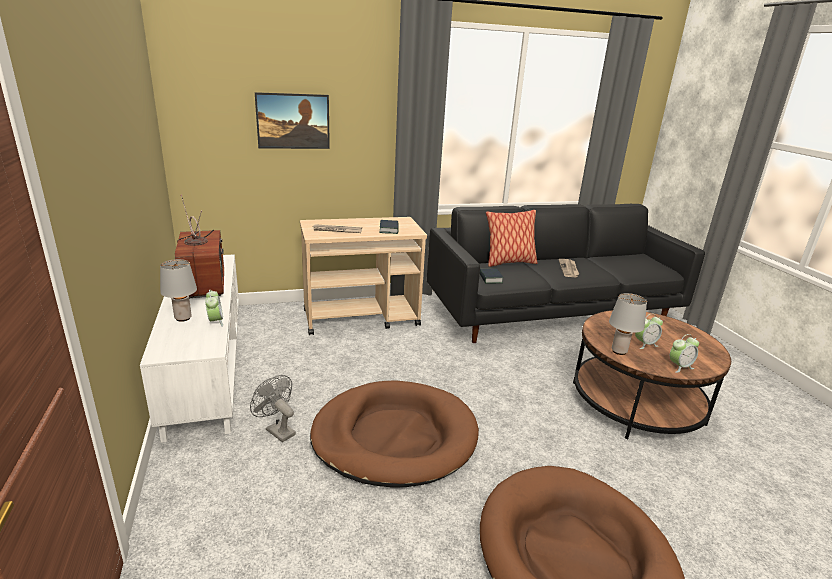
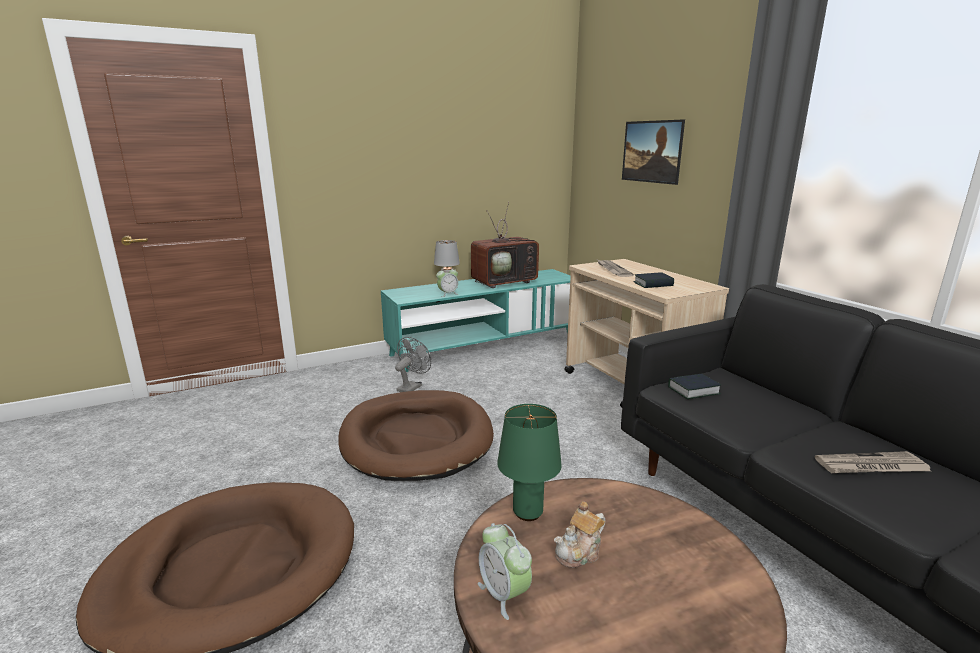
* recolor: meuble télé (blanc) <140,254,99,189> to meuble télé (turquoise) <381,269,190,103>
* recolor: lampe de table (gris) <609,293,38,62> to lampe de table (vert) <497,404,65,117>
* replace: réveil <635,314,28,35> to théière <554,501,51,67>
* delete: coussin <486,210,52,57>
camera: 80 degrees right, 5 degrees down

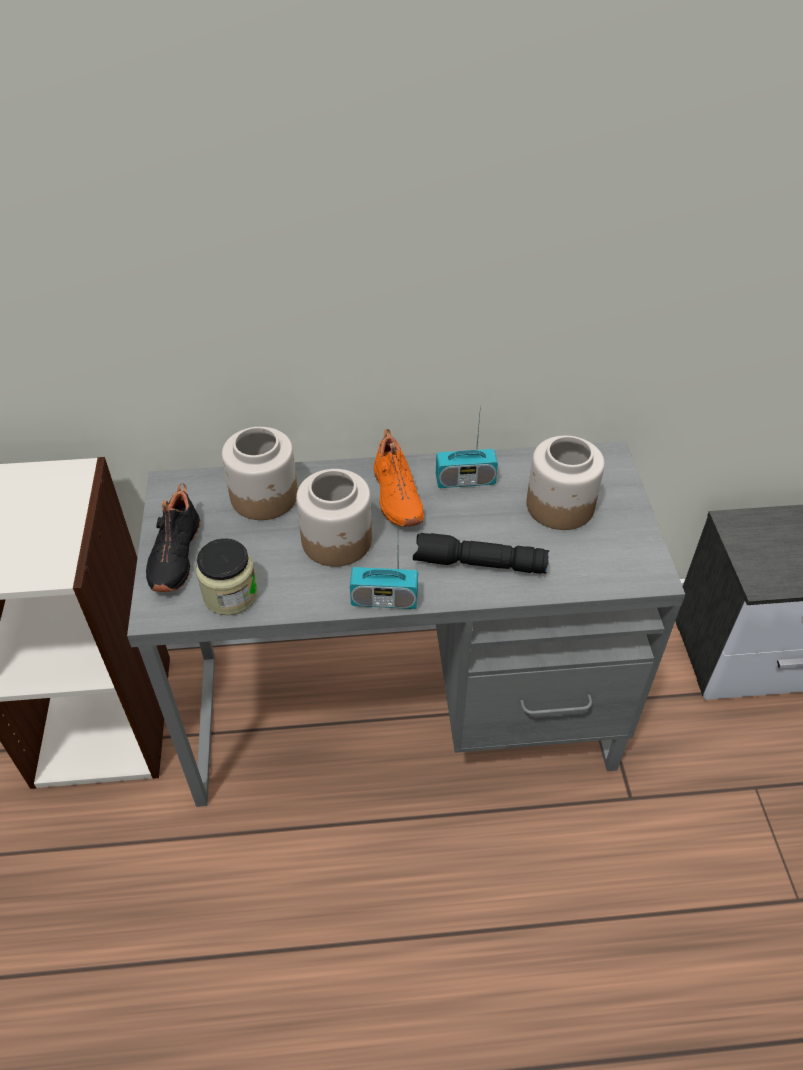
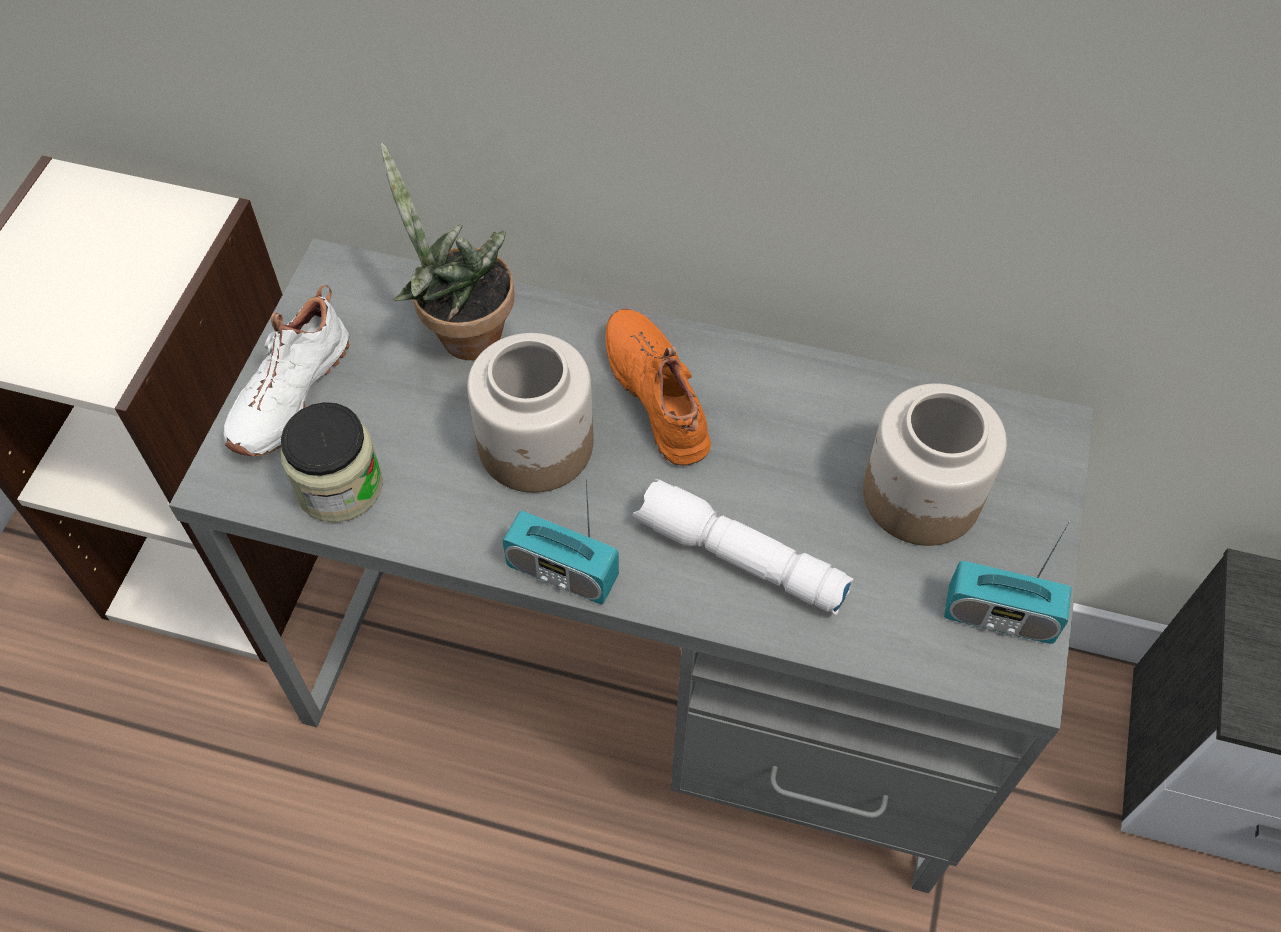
* recolor: chaussure (noir) <146,483,55,109> to chaussure (blanc) <223,284,126,172>
* replace: bocal <222,427,76,93> to plante en pot <381,143,133,217>
* rotate: chaussure (orange) <374,429,50,98> = <605,308,106,158> 150 degrees clockwise
* recolor: lampe de poche (noir) <413,533,136,41> to lampe de poche (blanc) <632,479,221,136>
* move: radio <436,405,62,83> to <944,522,128,122>
camera: 20 degrees right, 10 degrees up

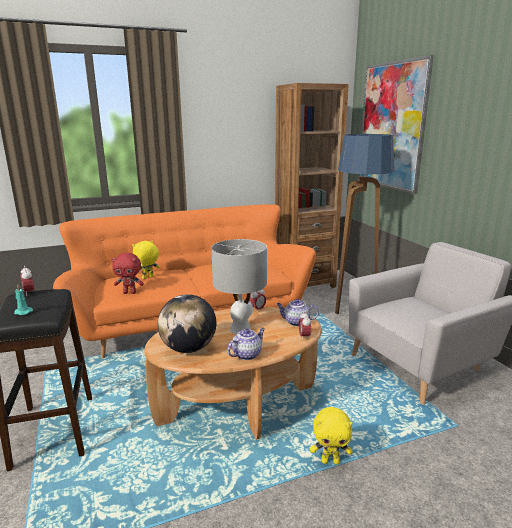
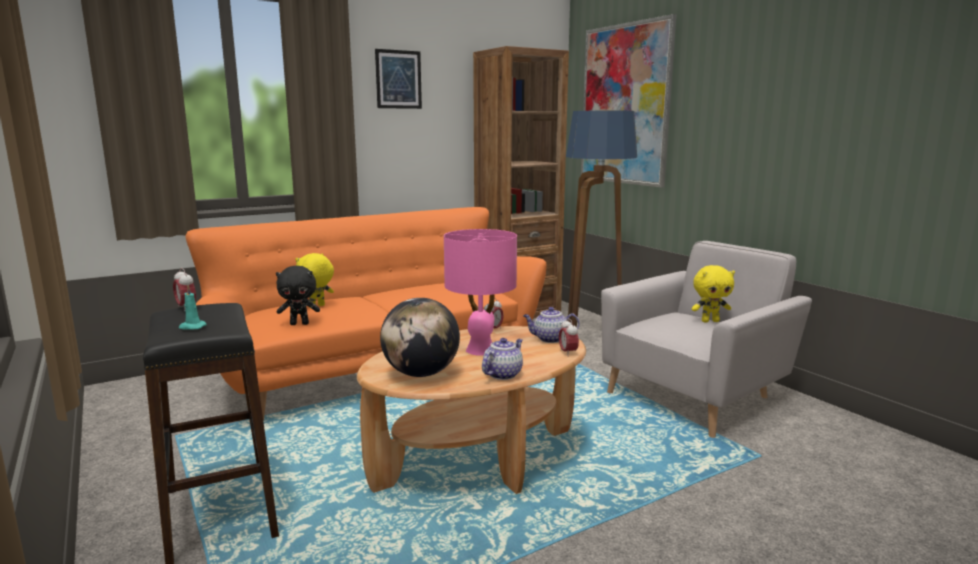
* recolor: peluche (rouge) <112,253,32,41> to peluche (noir) <276,266,44,59>
* insert: tableau <375,49,47,60>
* recolor: lampe de table (gris) <211,239,56,95> to lampe de table (rose) <444,229,73,127>
* move: peluche (jaune) <310,407,43,57> to <691,265,44,58>
camera: 10 degrees left, 5 degrees down

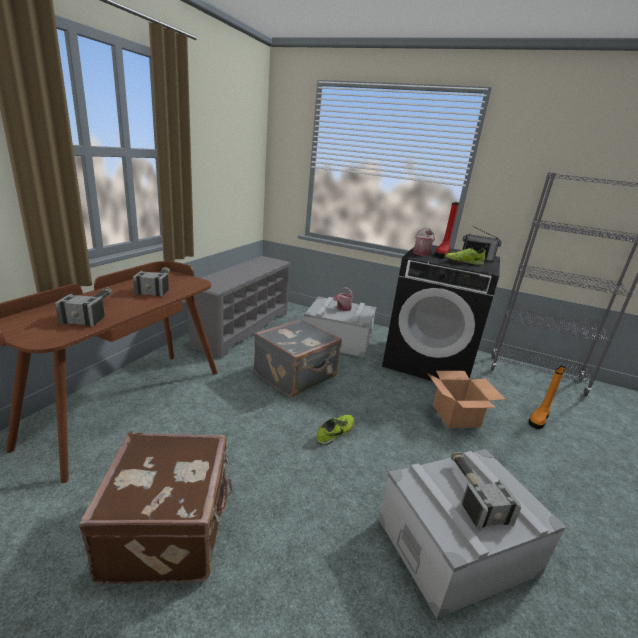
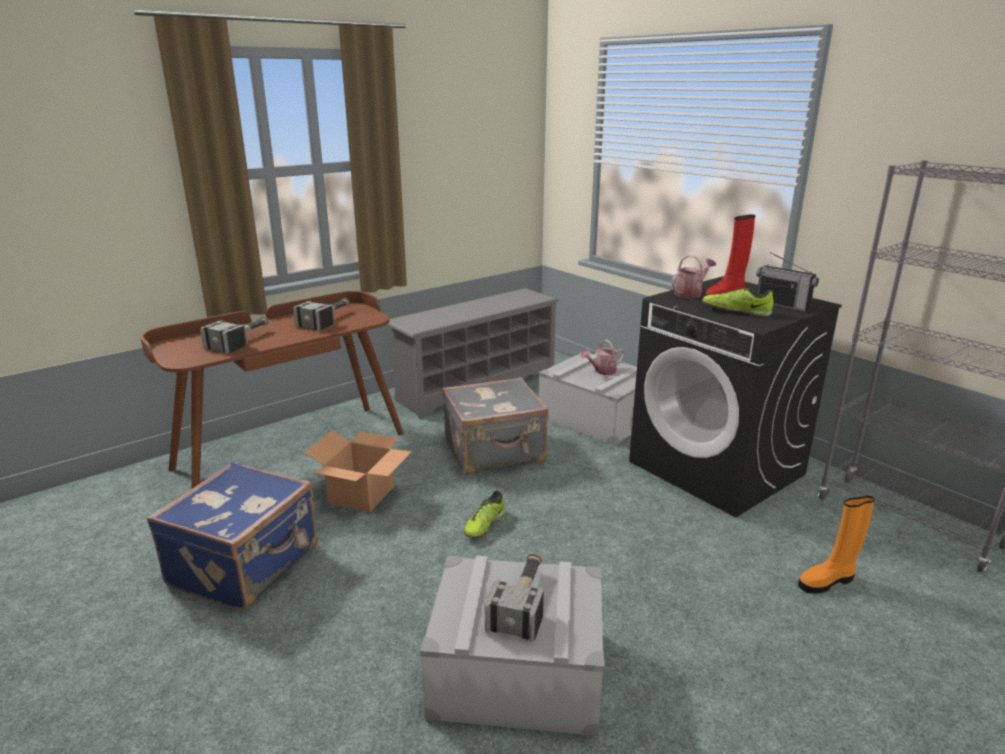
* recolor: valise (marron) <79,432,153,152> to valise (bleu) <147,462,171,149>
* move: carton <427,371,79,57> to <304,430,108,82>
* rotate: chaussure <316,415,38,30> = <464,490,41,48> 135 degrees clockwise
camera: 30 degrees right, 0 degrees up

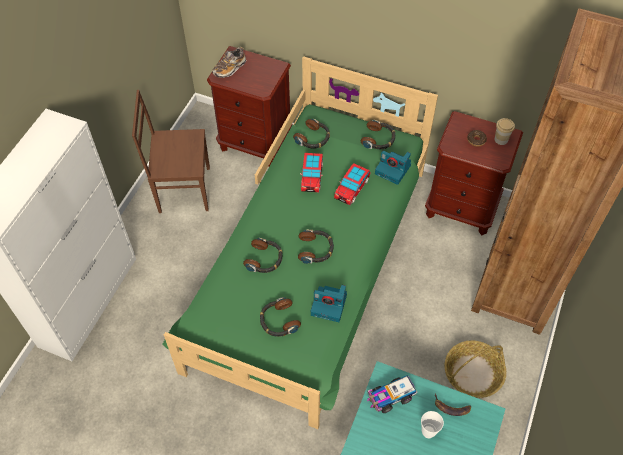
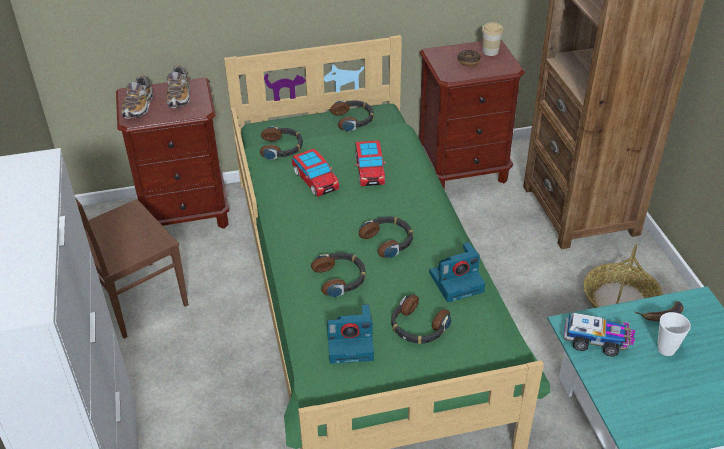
* insert: chaussure <167,65,23,43>
* move: appareil photo <375,151,36,34> to <327,304,47,60>
* rotate: camion jouet <367,376,50,37> = <564,313,71,44> 105 degrees counterclockwise
camera: 35 degrees left, 15 degrees down

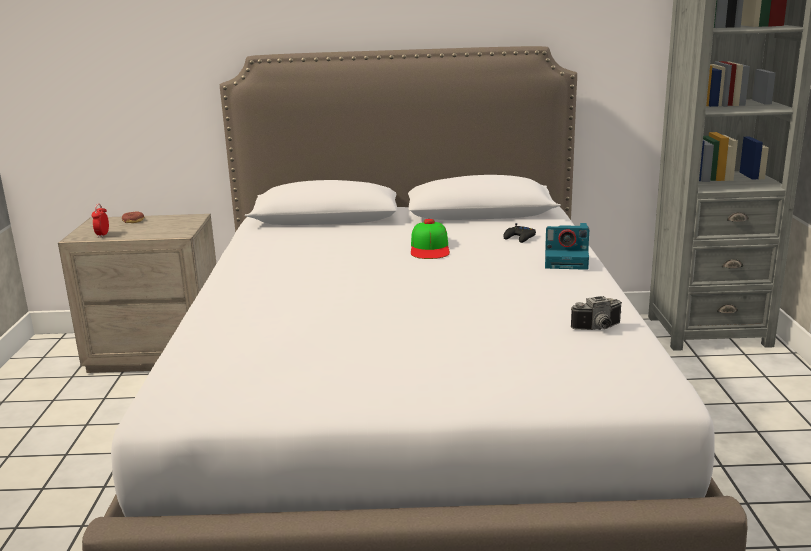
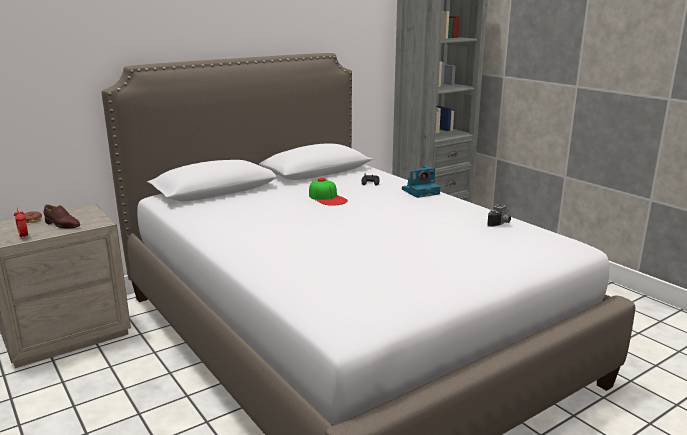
* insert: chaussure (marron) <44,204,36,24>
camera: 35 degrees left, 0 degrees up

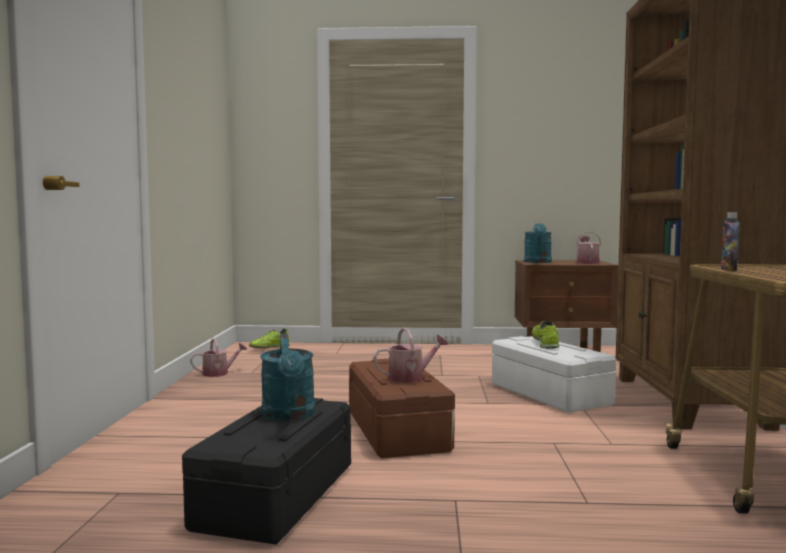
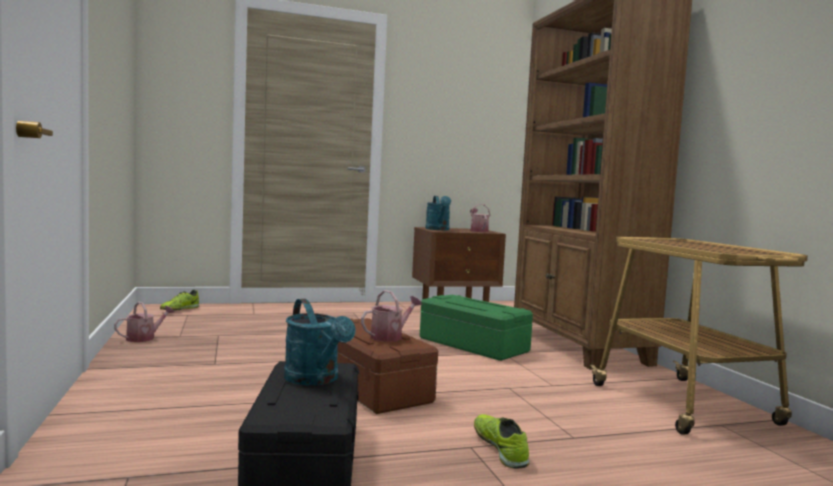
* recolor: boîte de rangement (blanc) <492,336,124,77> to boîte de rangement (vert) <420,295,113,66>
* move: chaussure <532,321,27,28> to <474,414,56,55>
* delete: bouteille <721,212,19,59>
camera: 20 degrees left, 0 degrees up

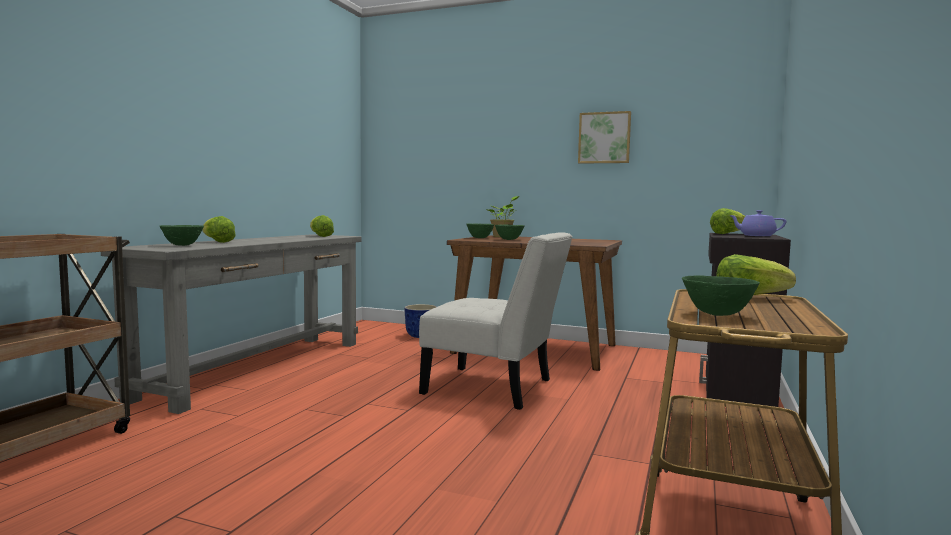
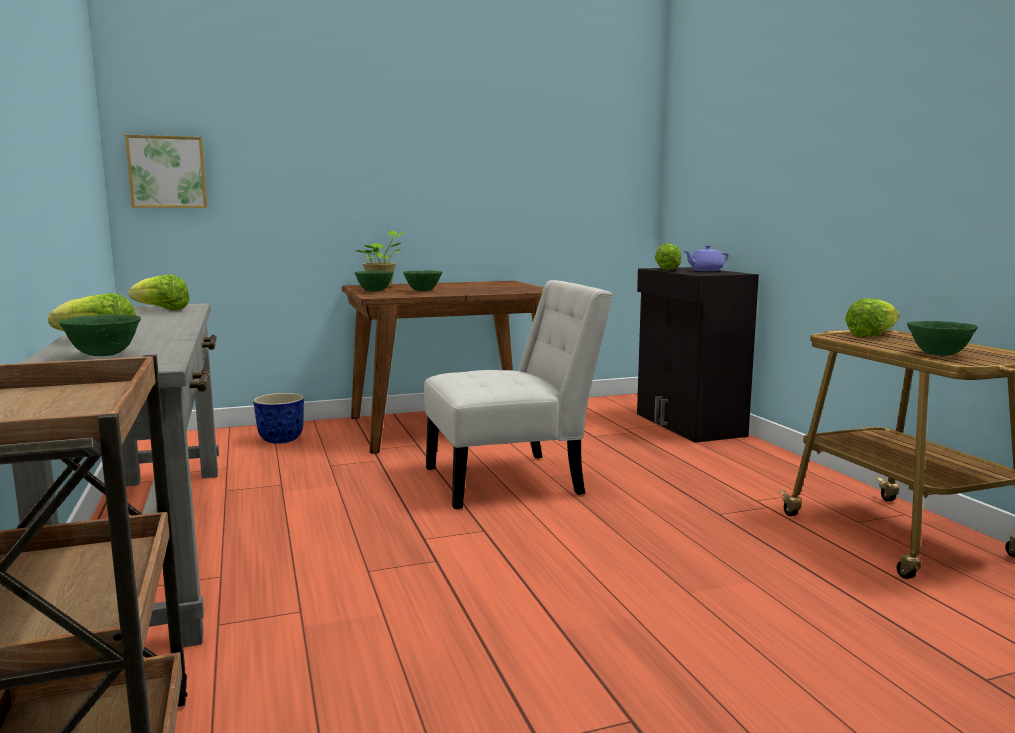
* move: tableau <578,111,53,53> to <125,135,82,73>
camera: 40 degrees left, 5 degrees up

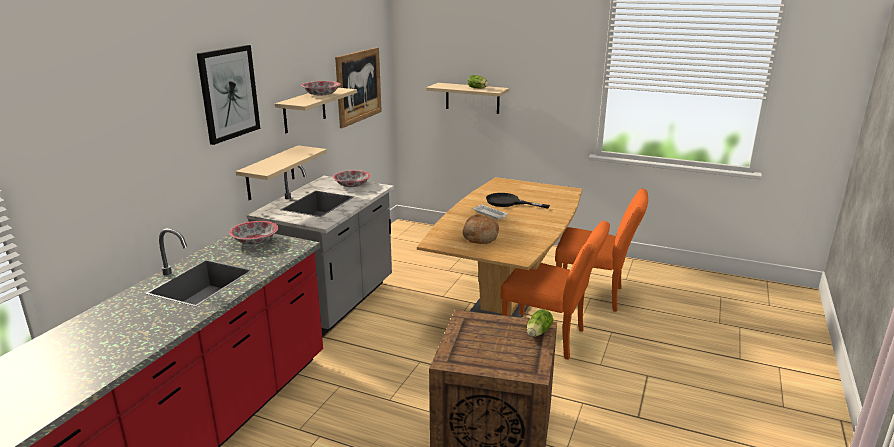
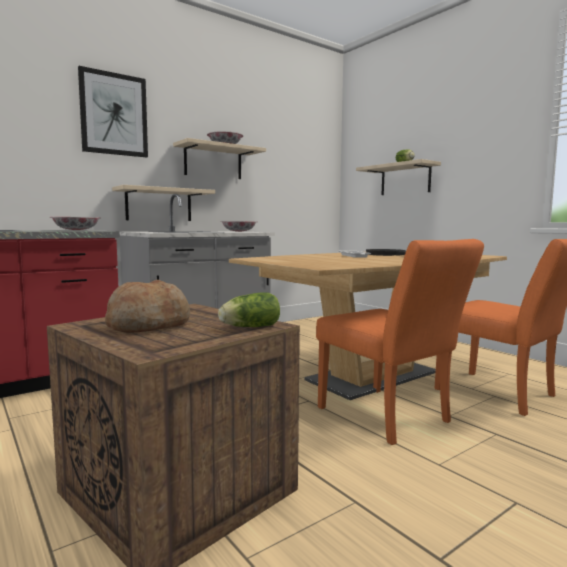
* move: pain <463,214,36,30> to <105,280,85,53>
* delete: tableau <335,47,47,81>
camera: 30 degrees right, 15 degrees down

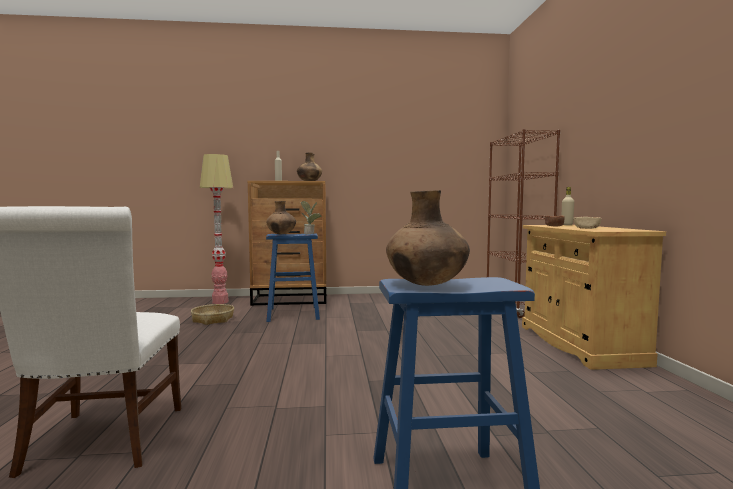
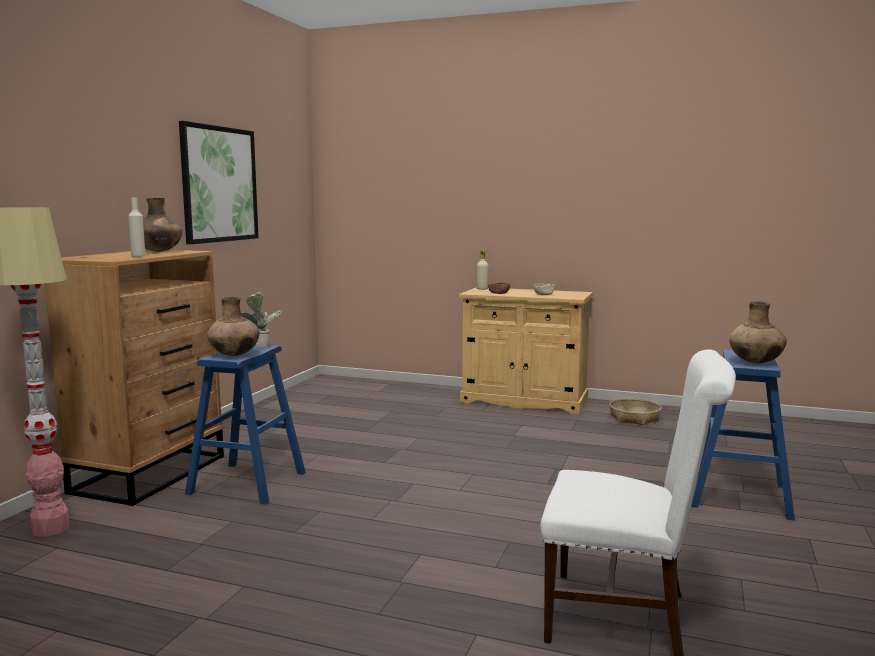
* insert: tableau <179,121,79,123>
* move: panier <191,304,43,21> to <609,398,53,27>
* delete: bibliothèque (marron) <487,129,73,189>
camera: 65 degrees left, 5 degrees up

